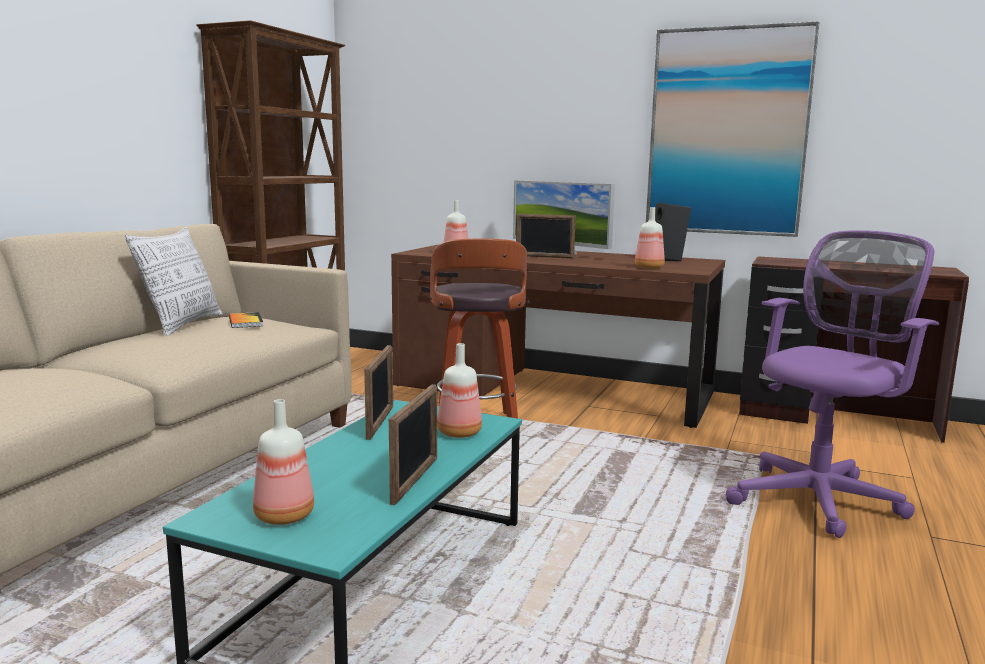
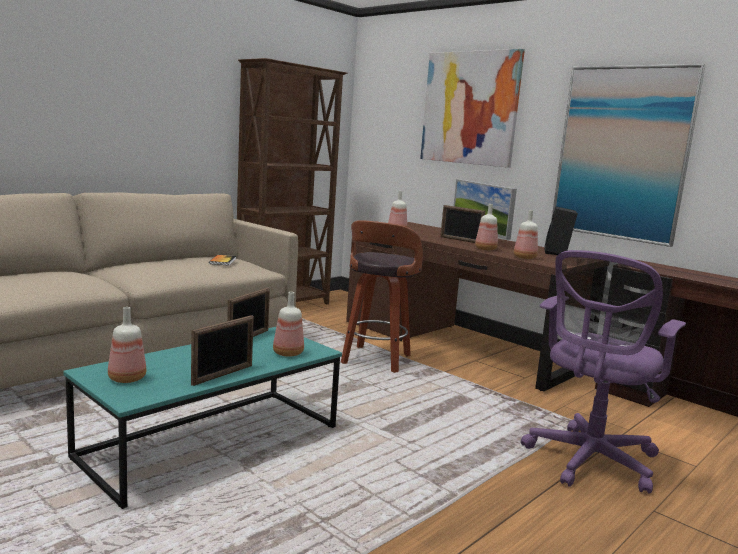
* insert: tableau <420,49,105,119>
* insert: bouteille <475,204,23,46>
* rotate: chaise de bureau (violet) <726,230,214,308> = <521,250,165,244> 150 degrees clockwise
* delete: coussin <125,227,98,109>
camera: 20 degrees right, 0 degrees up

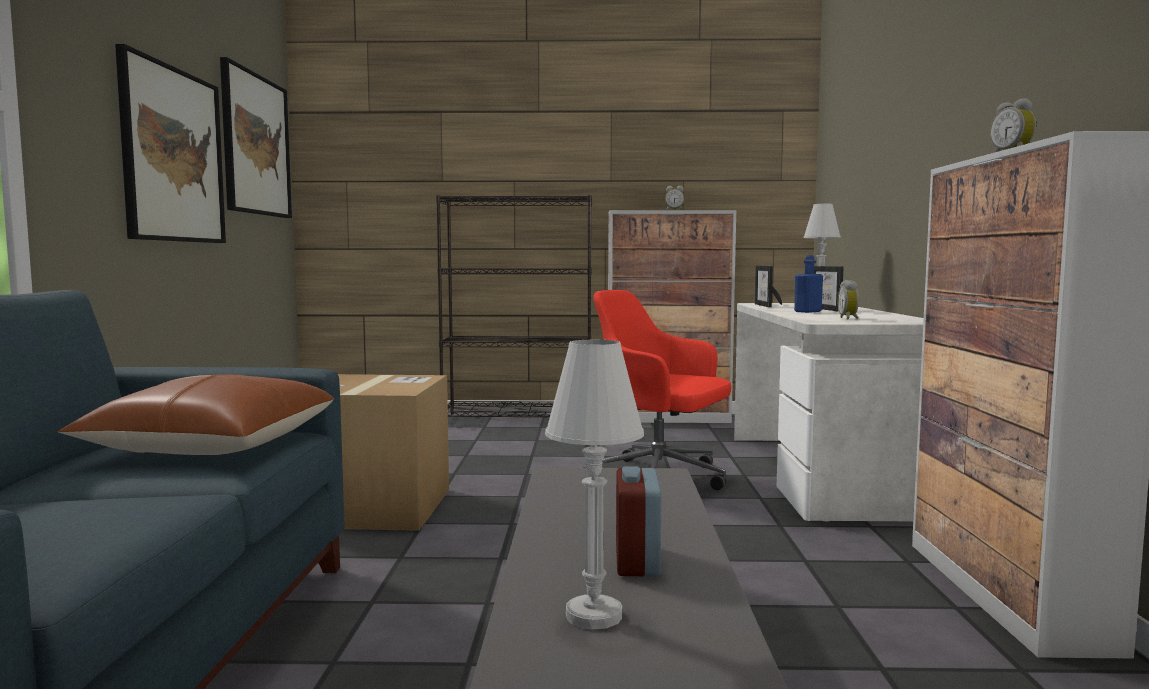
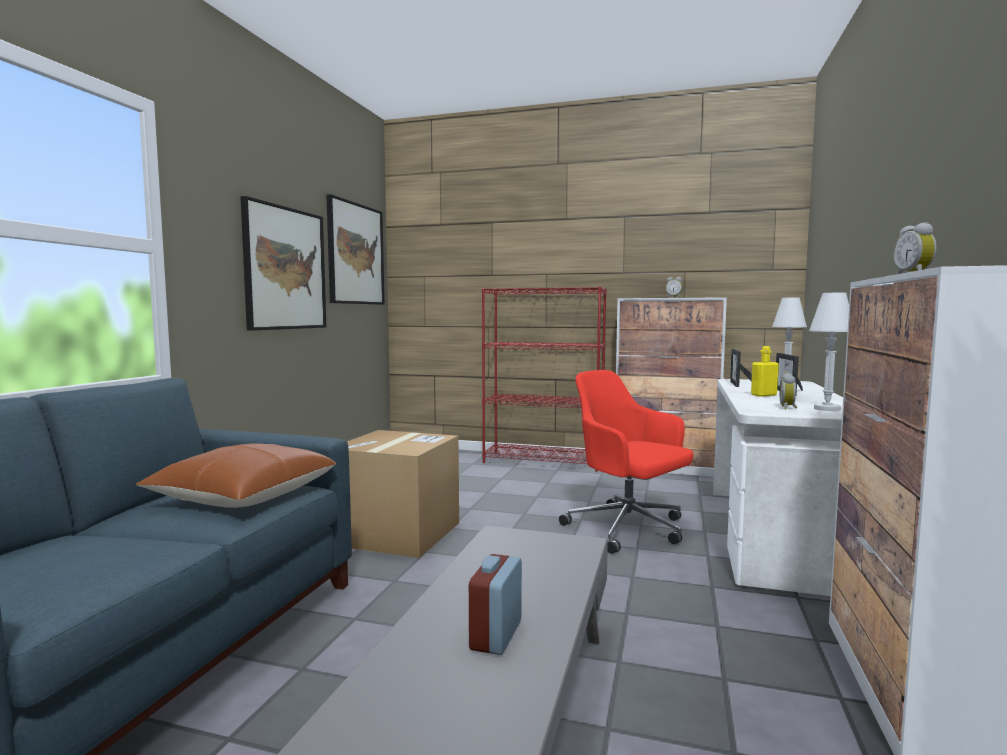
* recolor: bibliothèque (noir) <436,195,156,222> to bibliothèque (rouge) <482,287,125,185>
* recolor: bouteille (bleu) <794,255,29,58> to bouteille (jaune) <751,346,28,51>
* move: lampe de table (blanc) <545,340,99,290> to <809,293,40,118>
camera: 15 degrees right, 0 degrees up

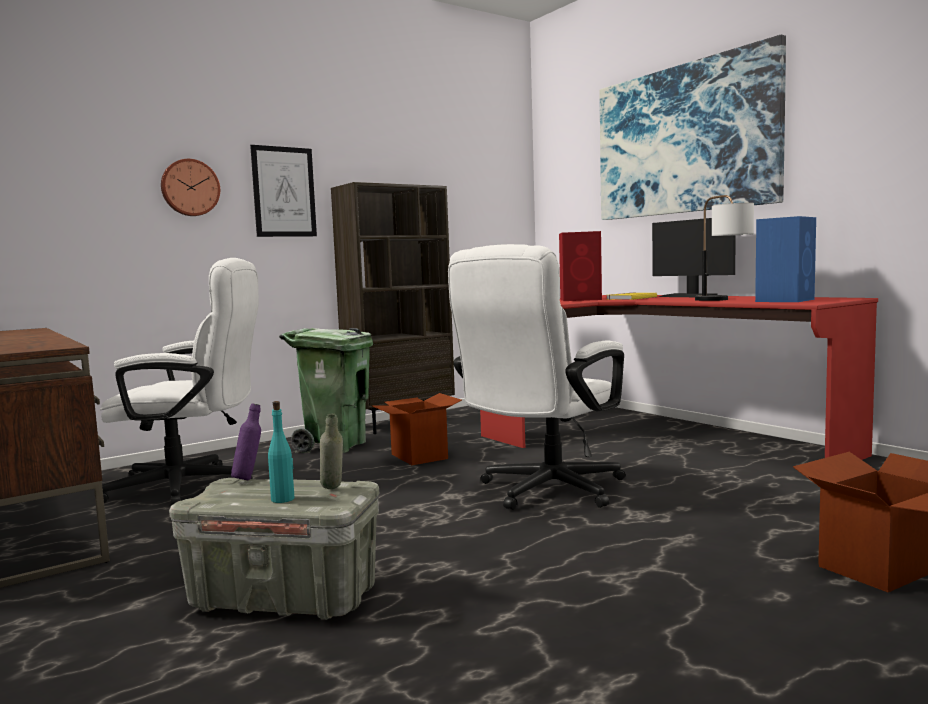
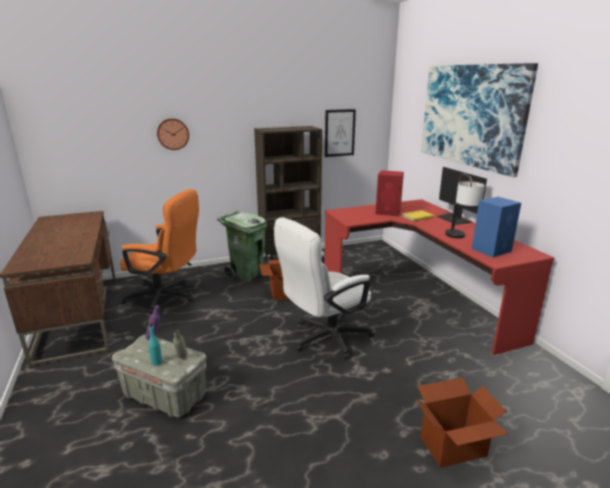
* recolor: chaise de bureau (blanc) <100,258,159,248> to chaise de bureau (orange) <120,189,79,125>
* move: tableau <250,145,67,92> to <325,109,31,48>
camera: 15 degrees right, 15 degrees up

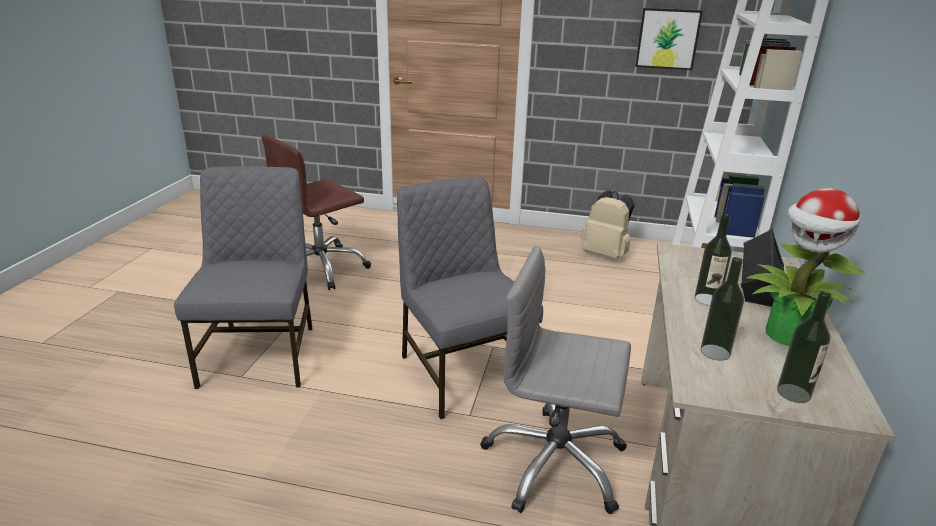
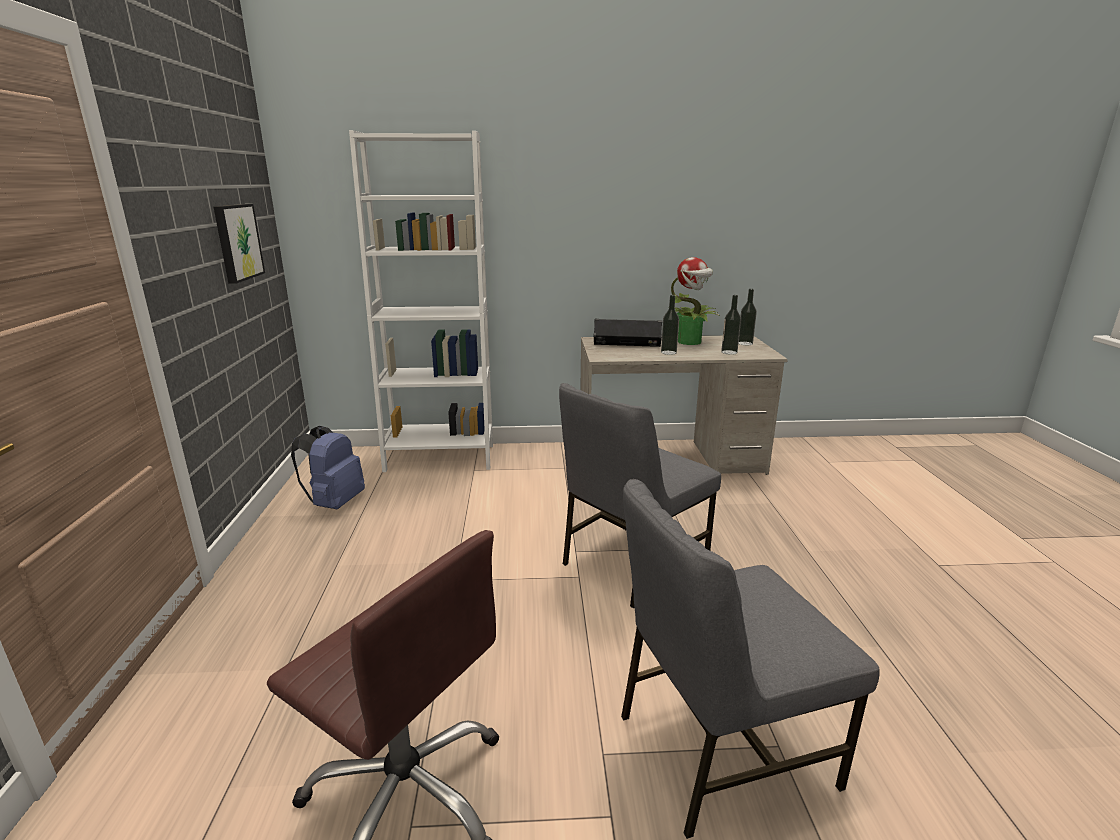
* recolor: sac à dos (beige) <580,190,55,69> to sac à dos (bleu) <291,426,74,83>
* delete: chaise de bureau (gris) <481,246,150,268>
camera: 105 degrees left, 5 degrees down

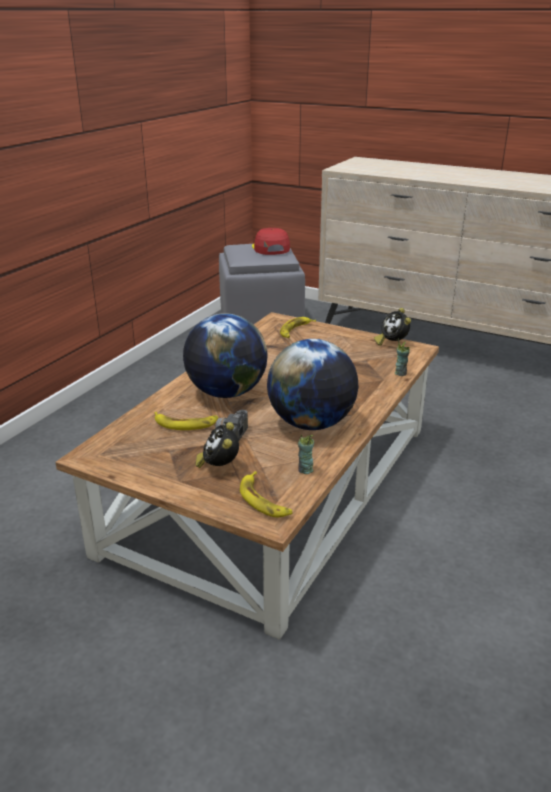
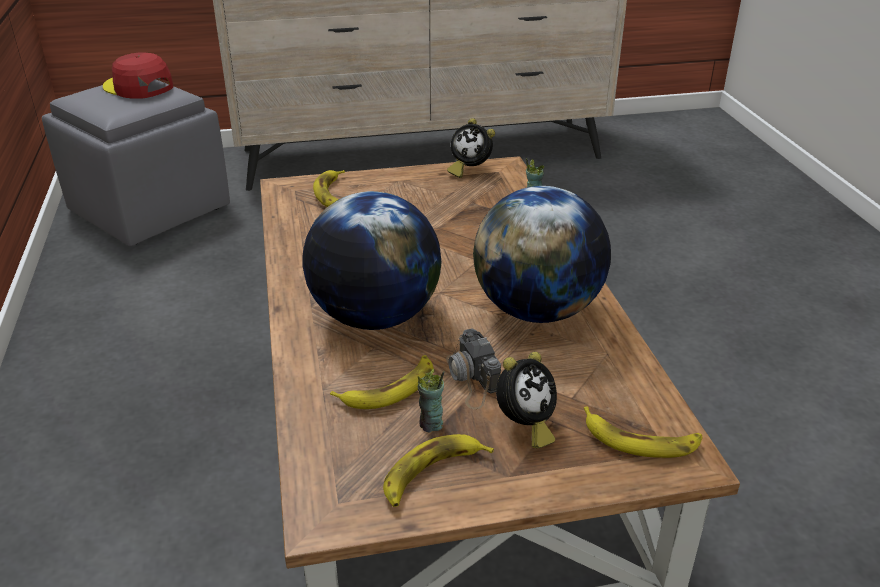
* insert: banane <383,434,111,73>
* move: tasse <298,434,16,40> to <418,369,26,64>
* rotate: réveil <195,422,44,46> = <496,352,61,96> 90 degrees counterclockwise
camera: 40 degrees left, 5 degrees up

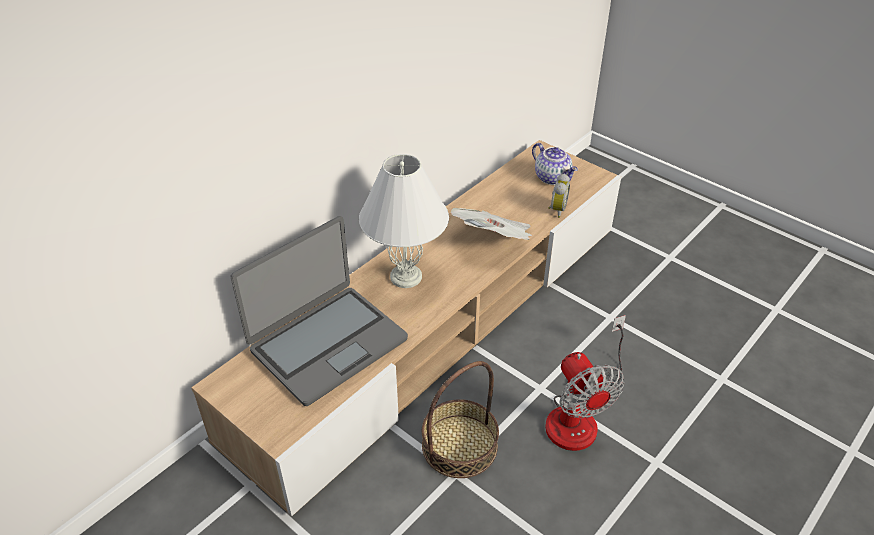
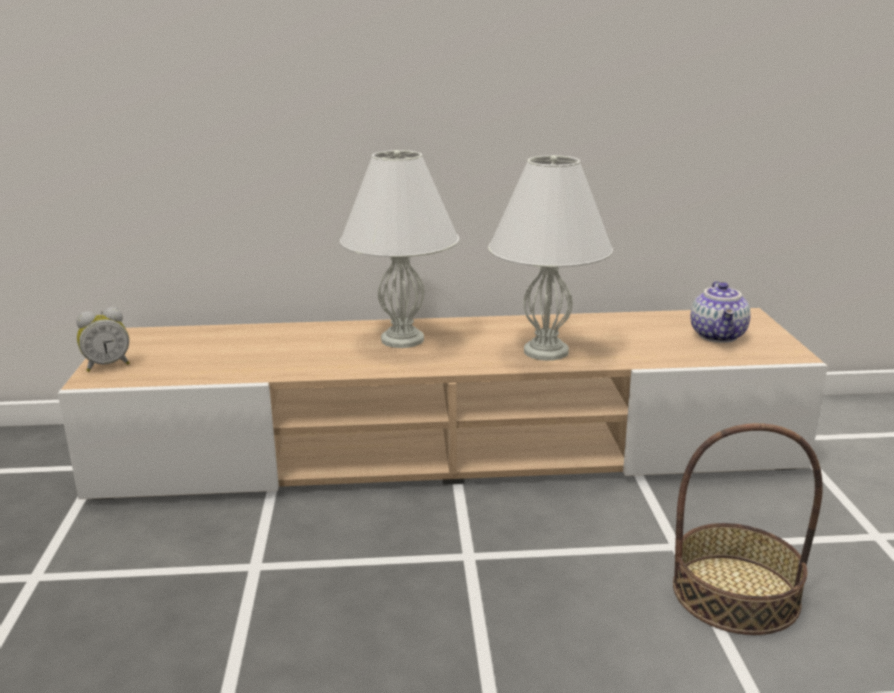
* move: réveil <548,173,22,45> to <76,307,54,65>
* replace: journal <451,208,81,32> to lampe de table (blanc) <488,155,125,206>
* move: panier <422,361,77,117> to <673,423,150,212>
* delete: ordinateur portable <231,216,177,190>
* delete: ventilateur <545,315,81,136>
camera: 45 degrees right, 20 degrees down

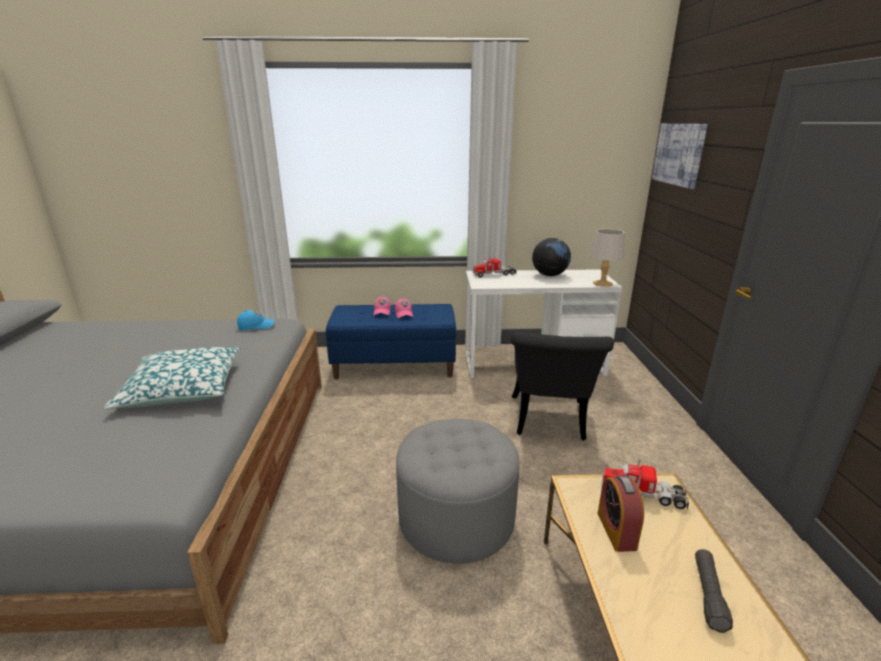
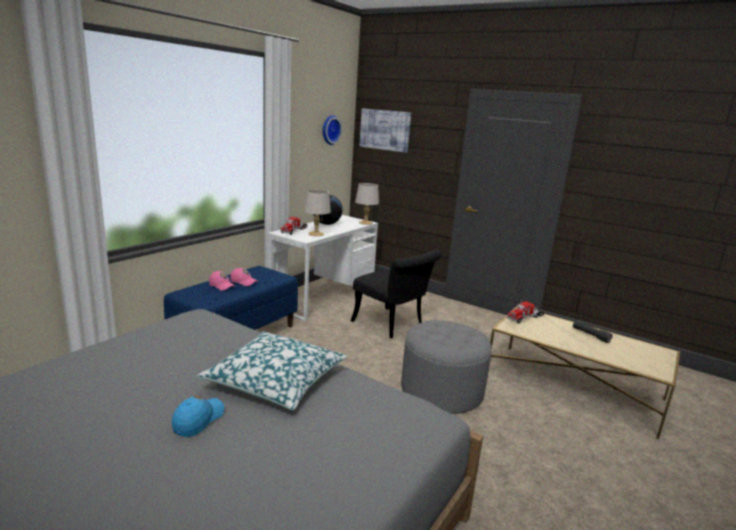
* move: casquette (bleu) <237,310,37,21> to <171,396,53,41>
* insert: lampe de table (gris) <303,189,28,47>
* insert: horloge murale <323,115,19,30>
* delete: réveil <597,475,47,77>
camera: 55 degrees left, 5 degrees down

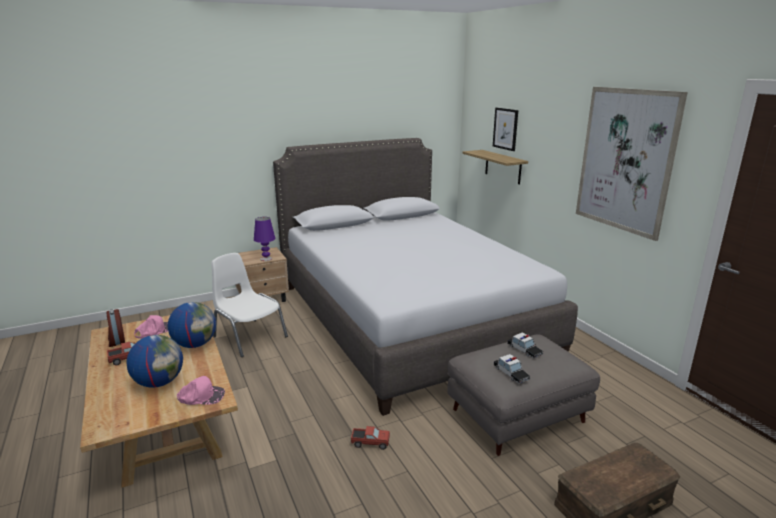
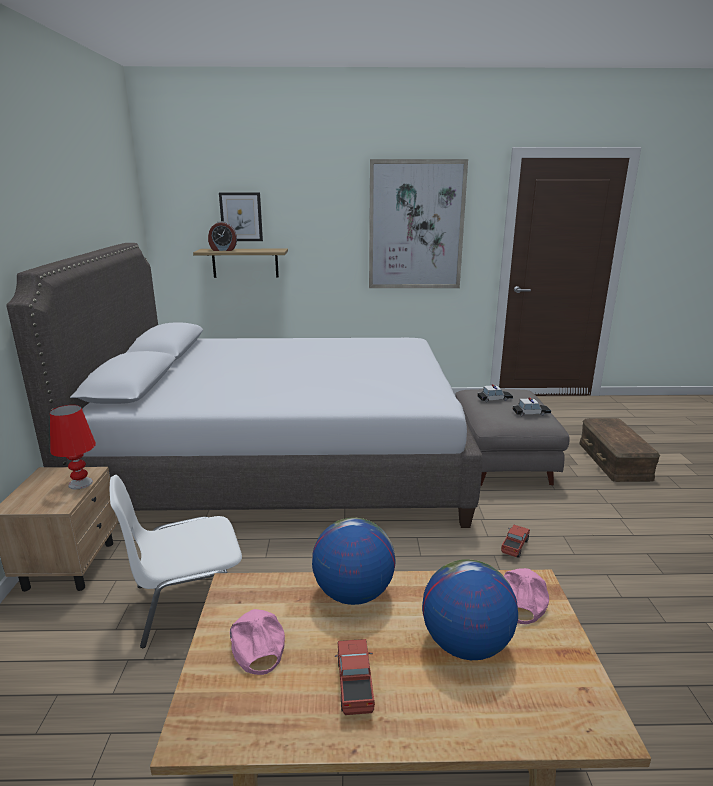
* recolor: lampe de table (violet) <254,217,22,44> to lampe de table (rouge) <50,405,46,84>
* move: réveil <106,309,19,38> to <208,221,29,30>
camera: 65 degrees left, 0 degrees up

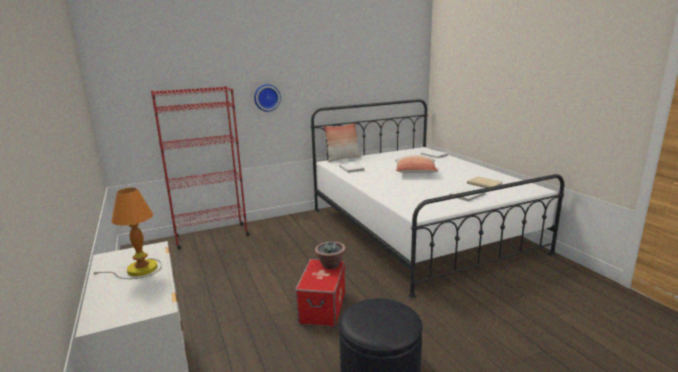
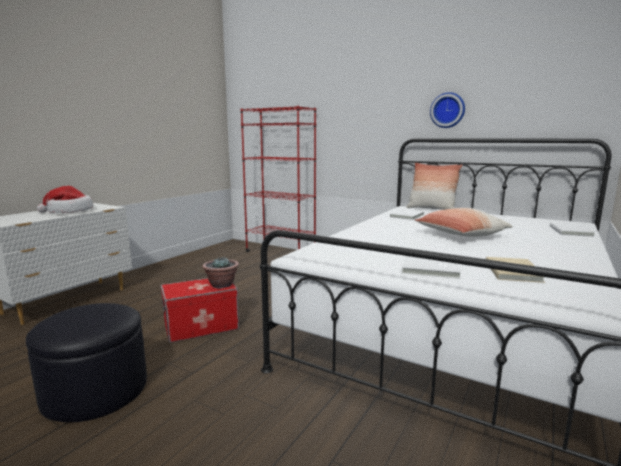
* replace: lampe de table <92,187,70,92> to chapeau <37,186,56,27>
* move: horloge murale <254,84,27,28> to <430,92,35,36>
camera: 55 degrees right, 5 degrees down

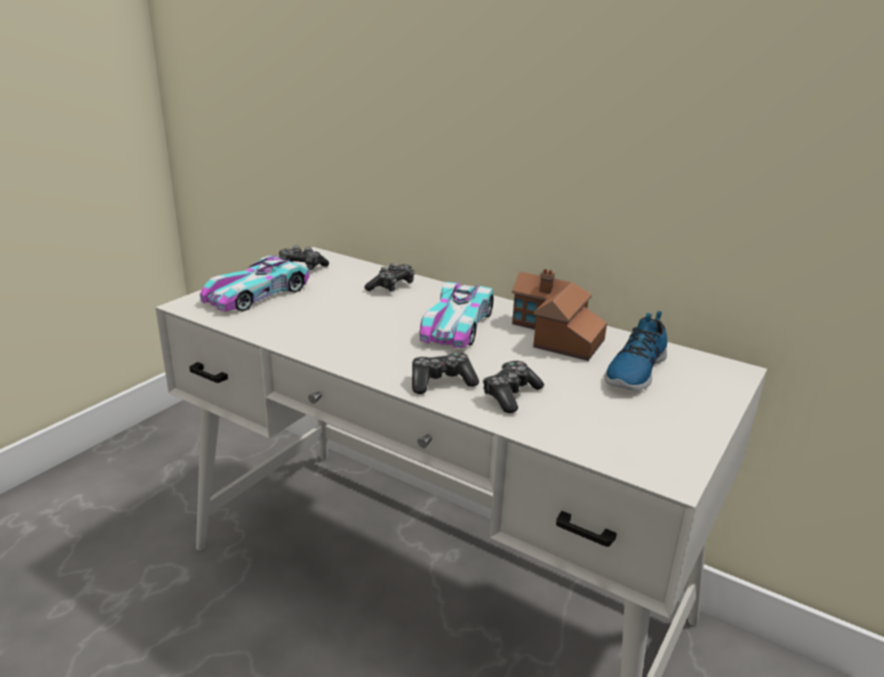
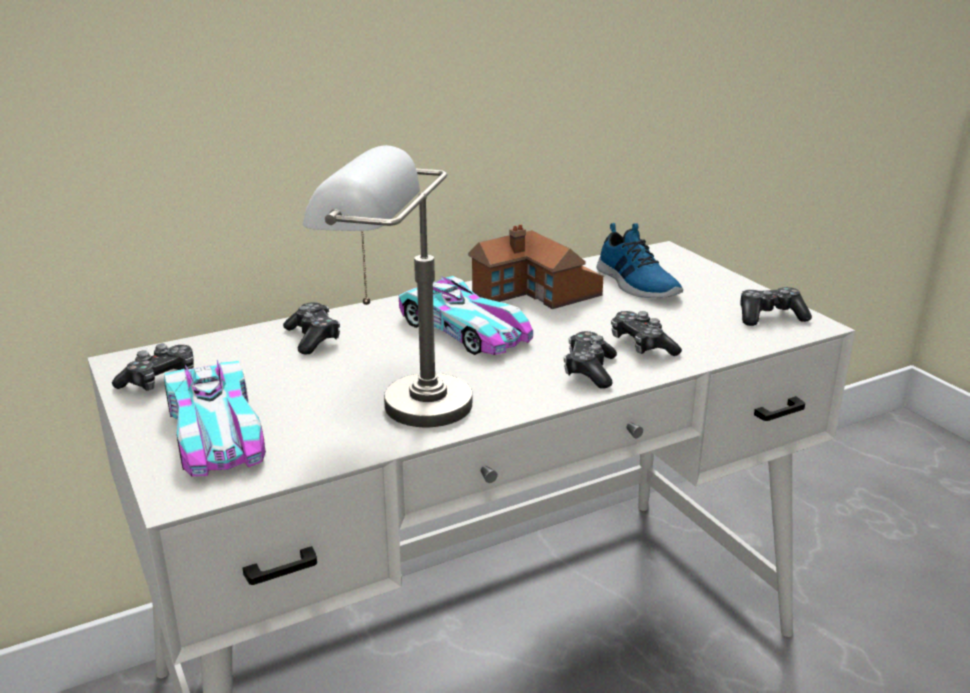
* insert: lampe de table (gris) <303,145,169,282>
* insert: manette <740,287,72,39>
camera: 60 degrees left, 0 degrees up

